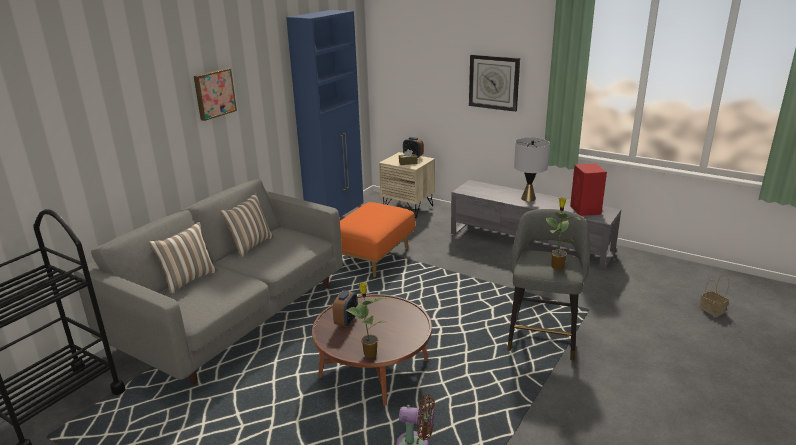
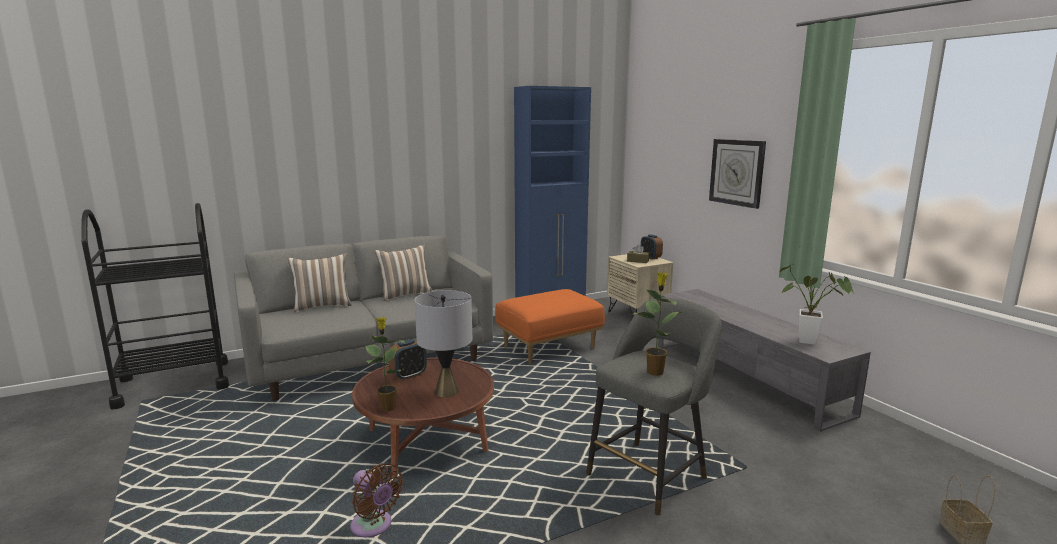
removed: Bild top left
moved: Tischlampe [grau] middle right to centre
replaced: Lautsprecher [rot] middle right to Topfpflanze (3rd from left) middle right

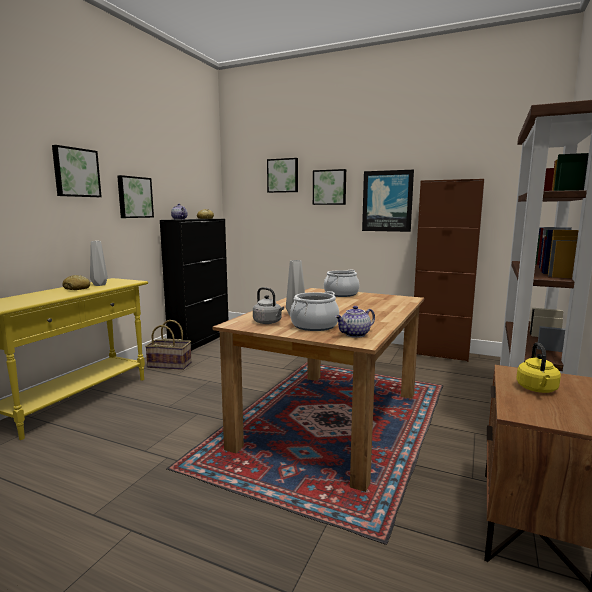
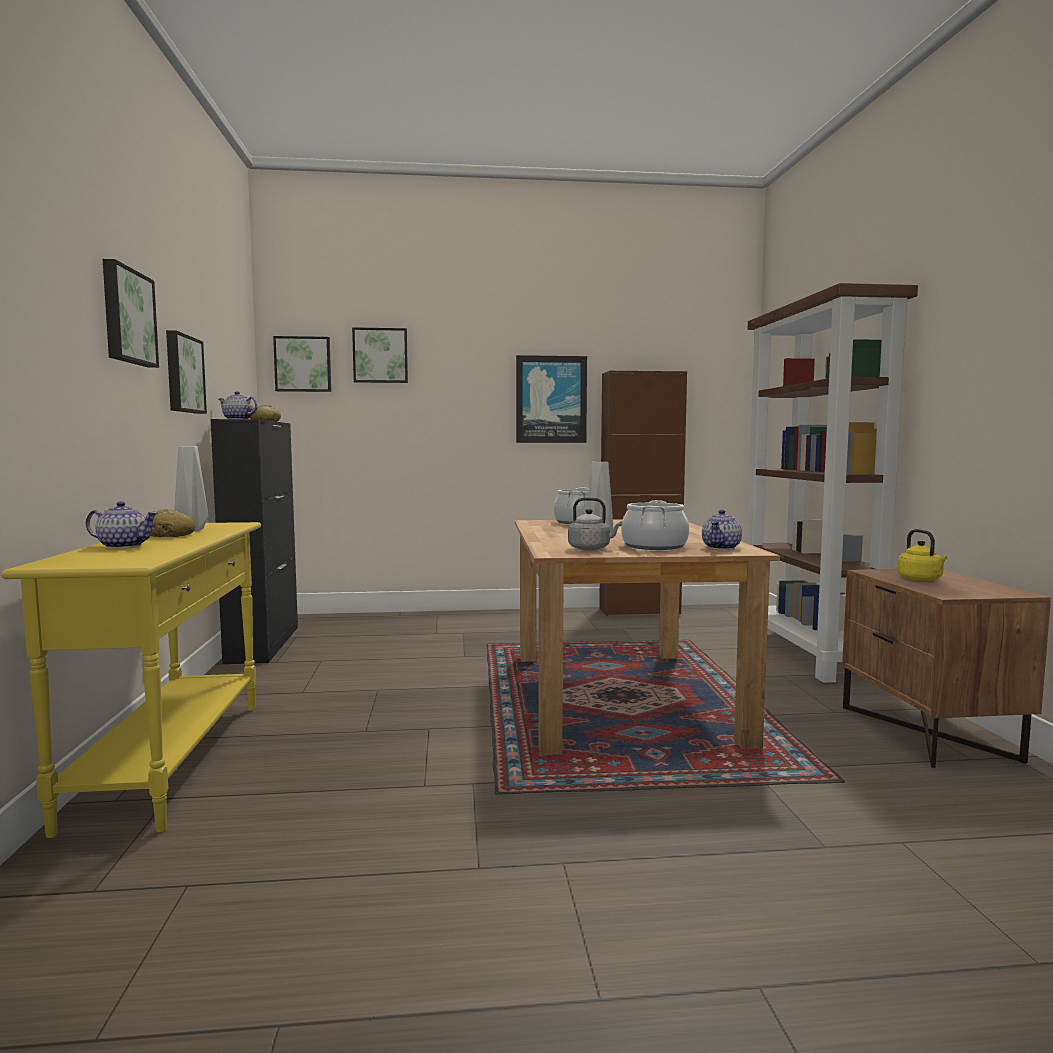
removed: Korb middle left
added: Teekanne (1st from left) middle left
moved: Bild (4th from left in the first image) top centre to Bild (3rd from left) middle left

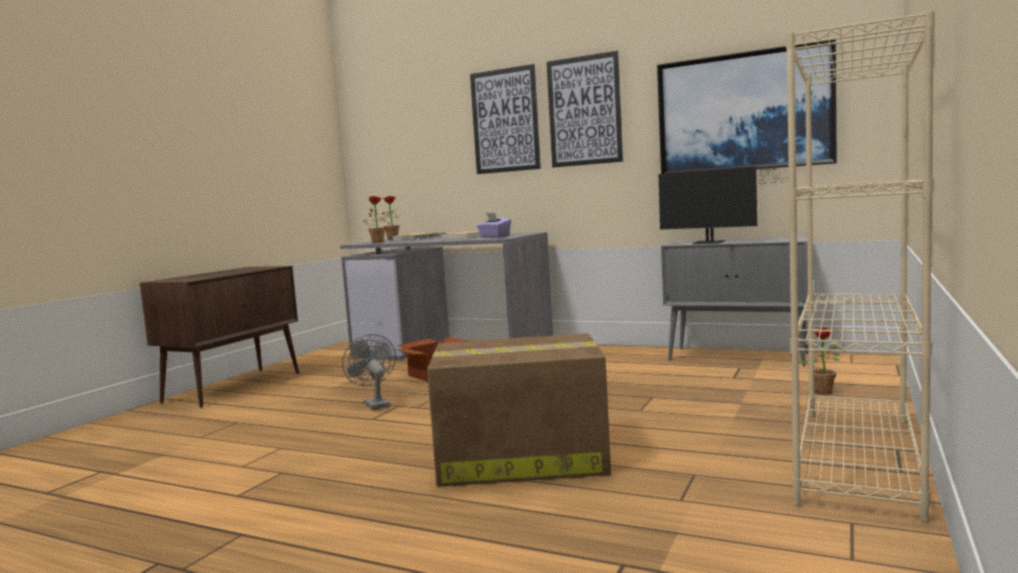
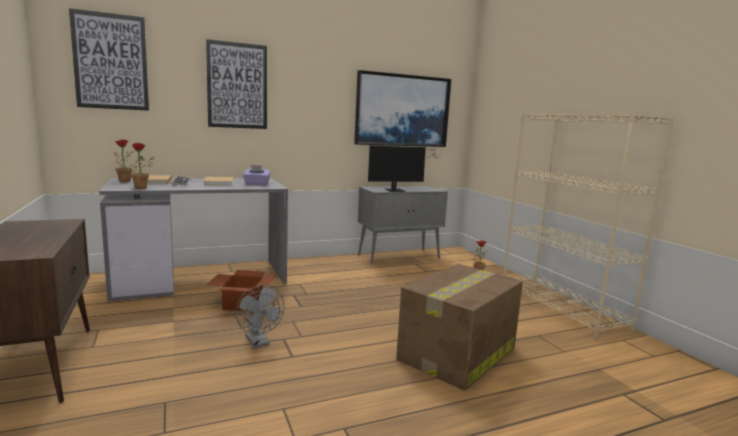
moved: Bild (2nd from left in the first image) top centre to Bild (1st from left) top left
turned: Ventilator [grau] centre = bottom centre 135 degrees counterclockwise

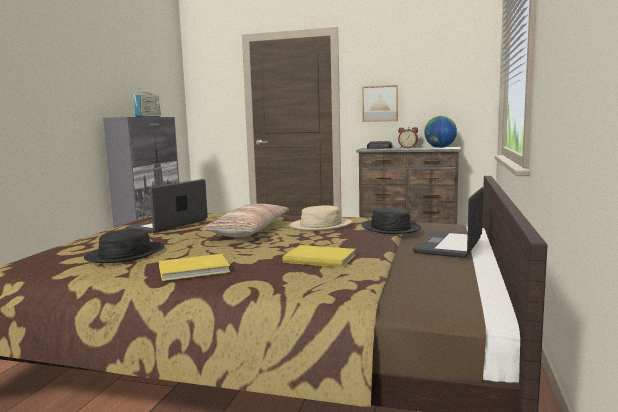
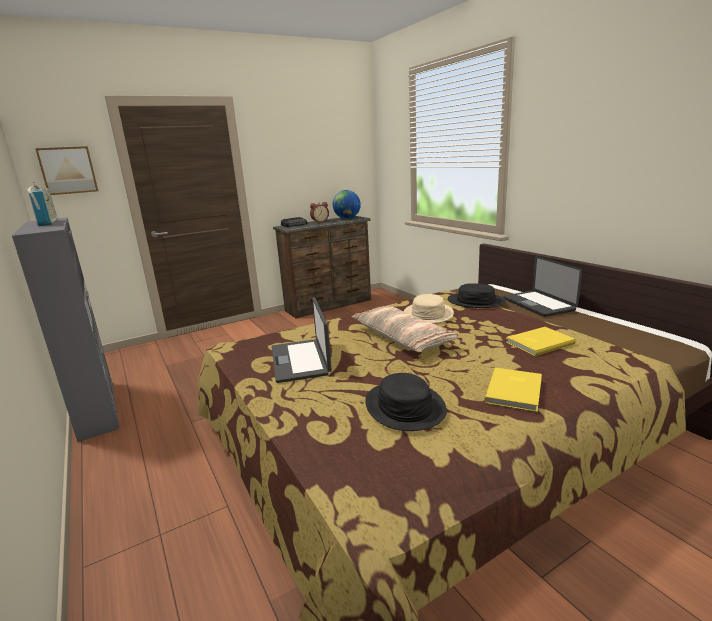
moved: Bild top centre to top left

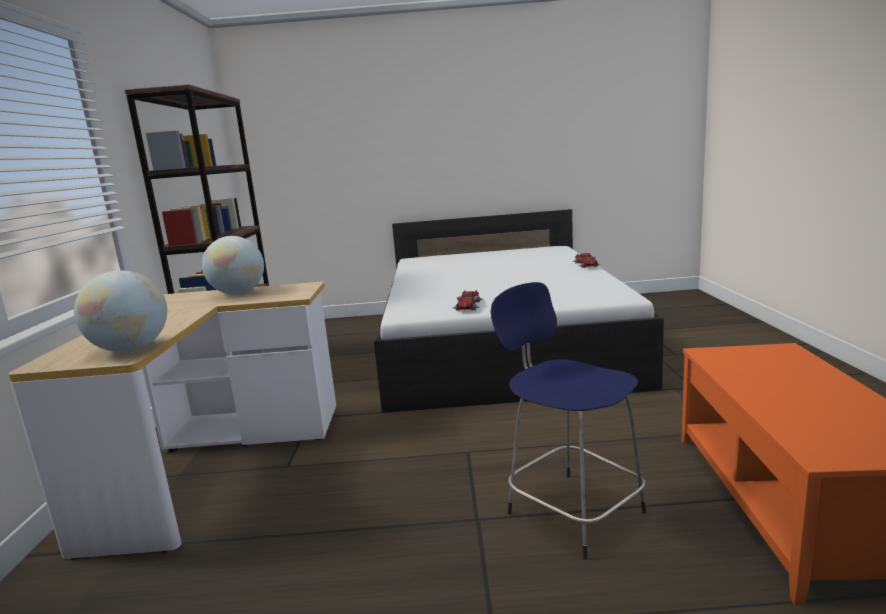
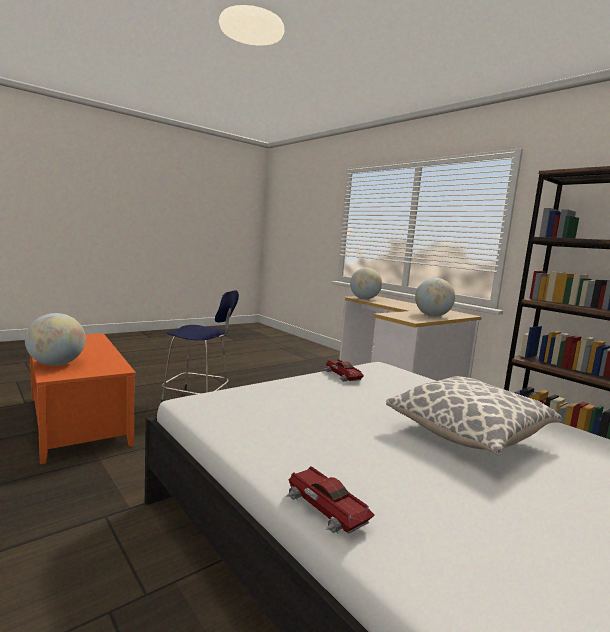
added: Globus (1st from left) middle left; Kissen middle right

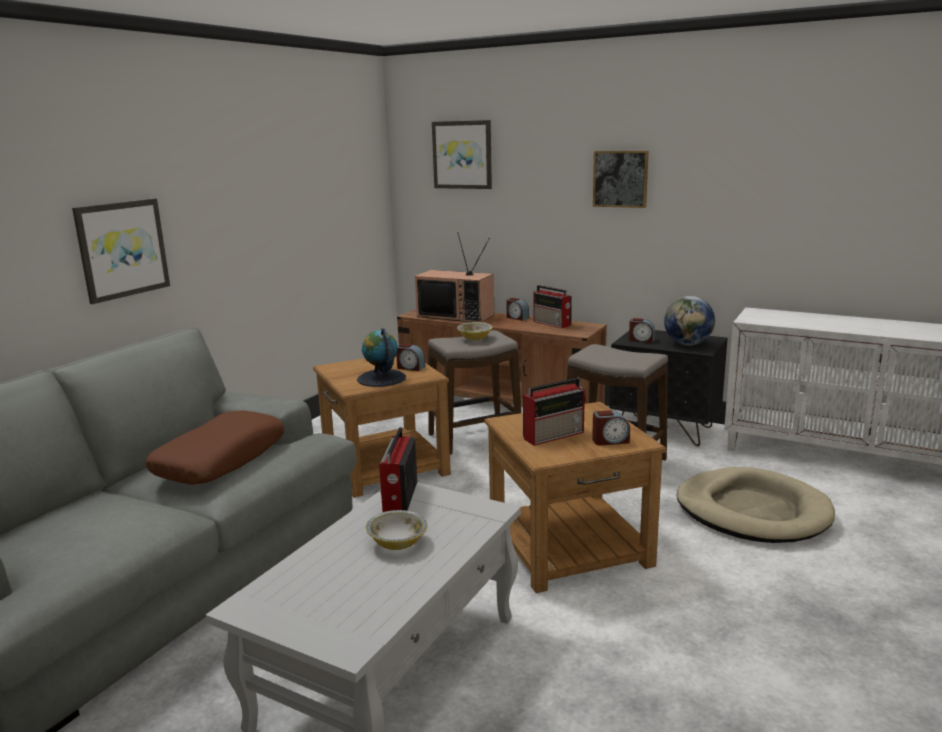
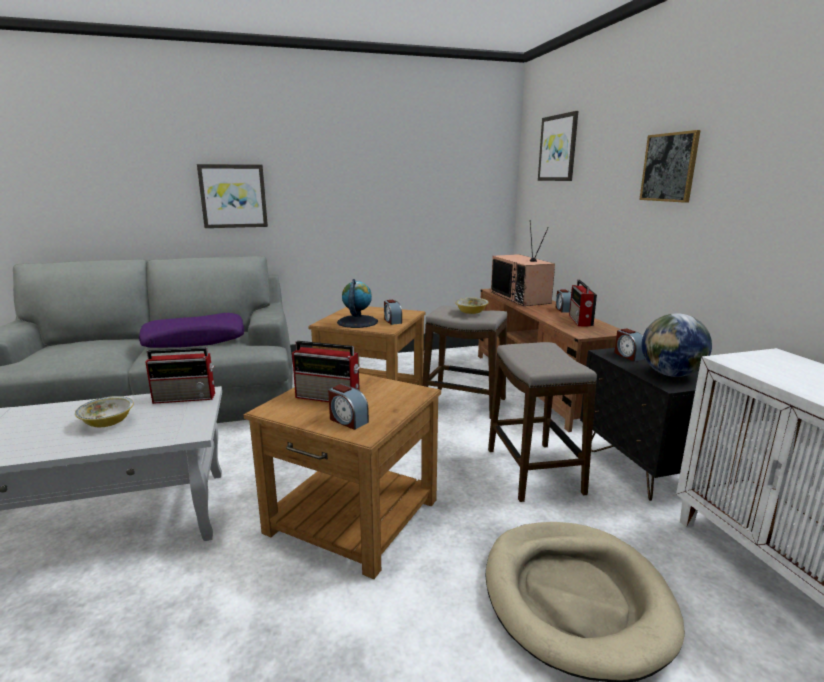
recoloured: Kissen [braun] middle left to Kissen [lila] middle left
turned: Radio (1st from left) centre = middle left 150 degrees counterclockwise

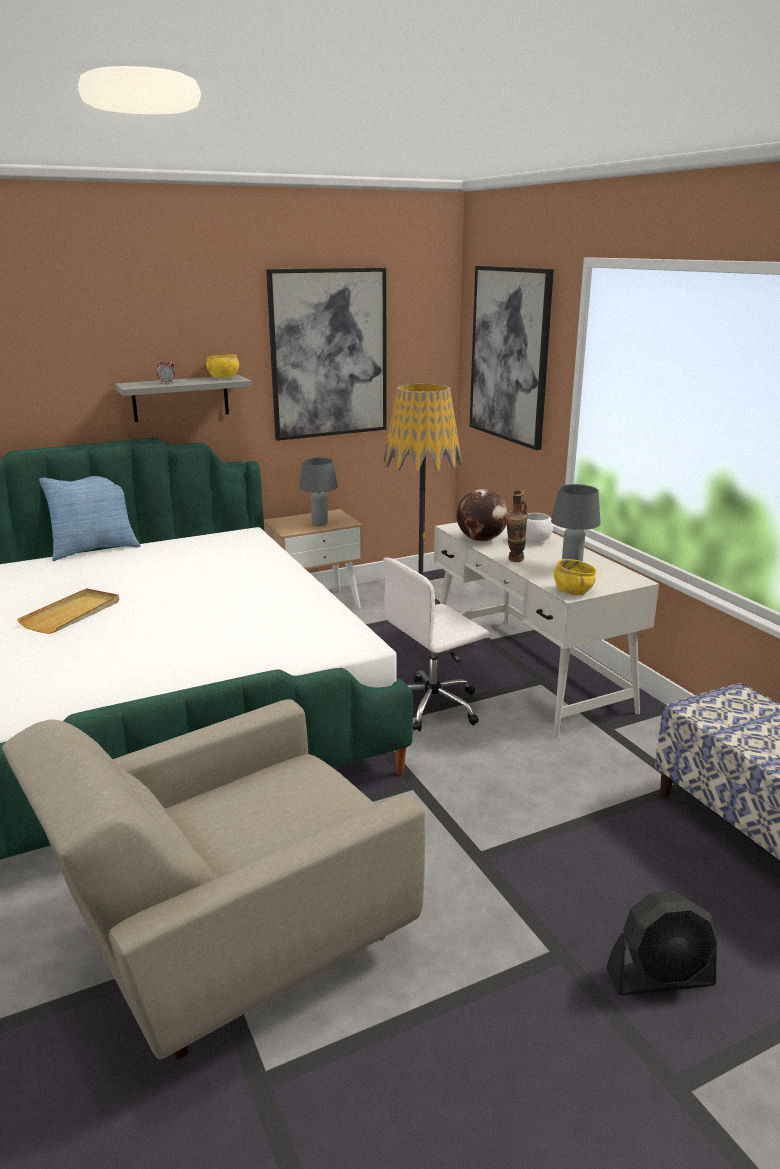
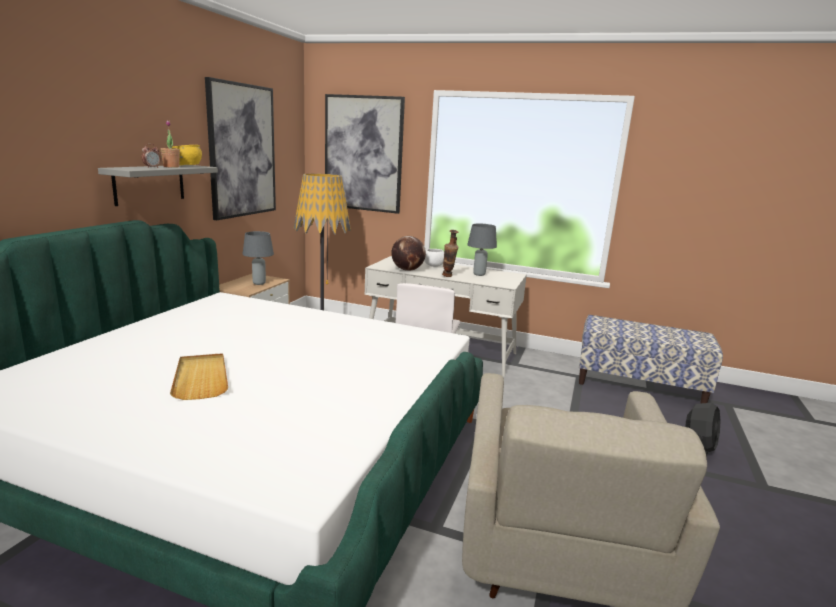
removed: Kissen middle left; Schüssel [gelb] (2nd from left) middle right
added: Topfpflanze top left

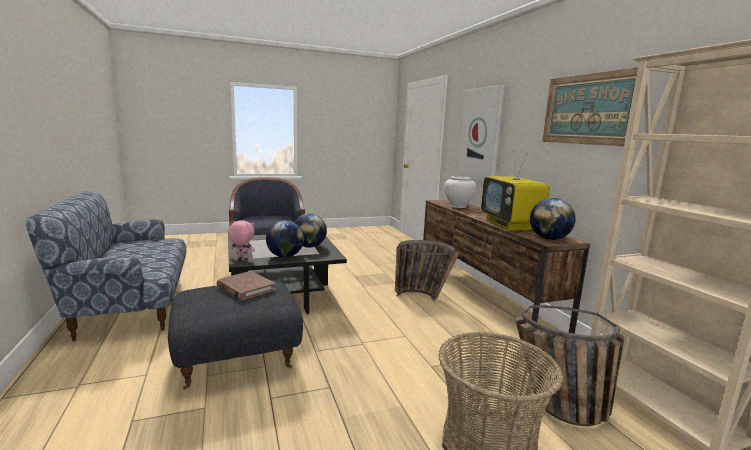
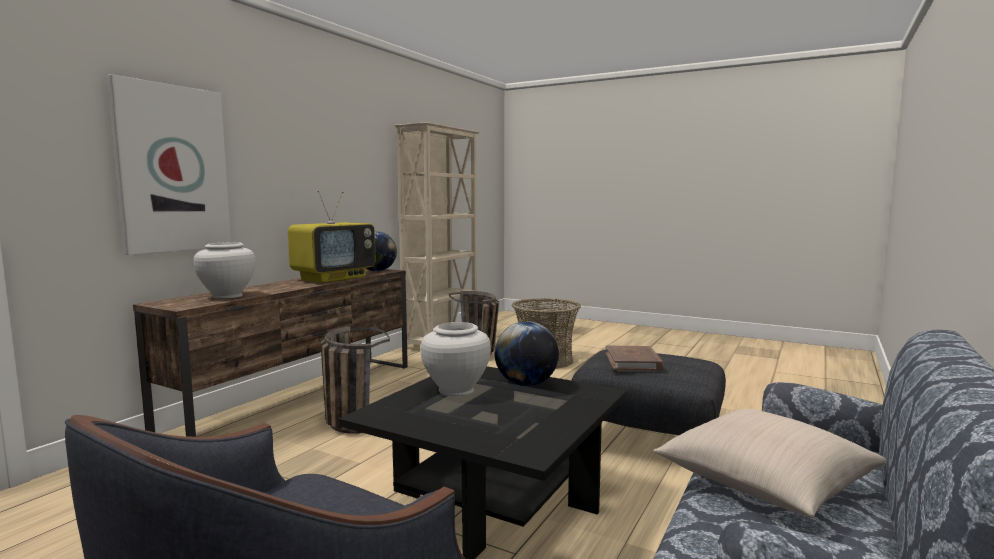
removed: Bild (2nd from left) top right; Plüschtier [rosa] middle left
added: Kissen [beige] bottom right
replaced: Globus (2nd from left) centre to Vase [weiß] (2nd from left) centre

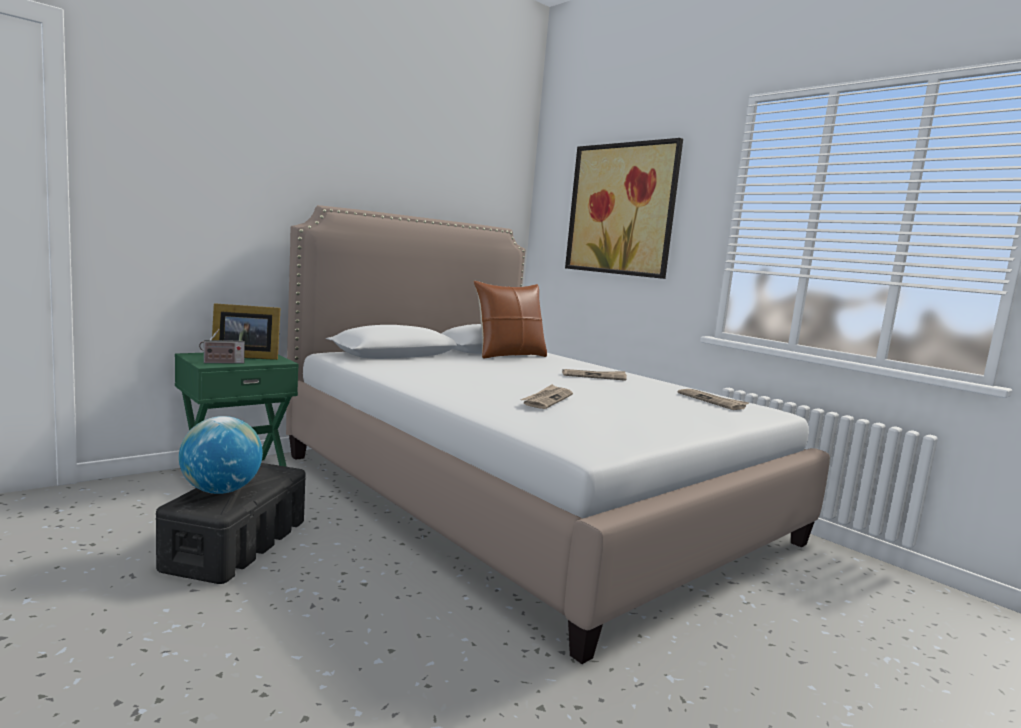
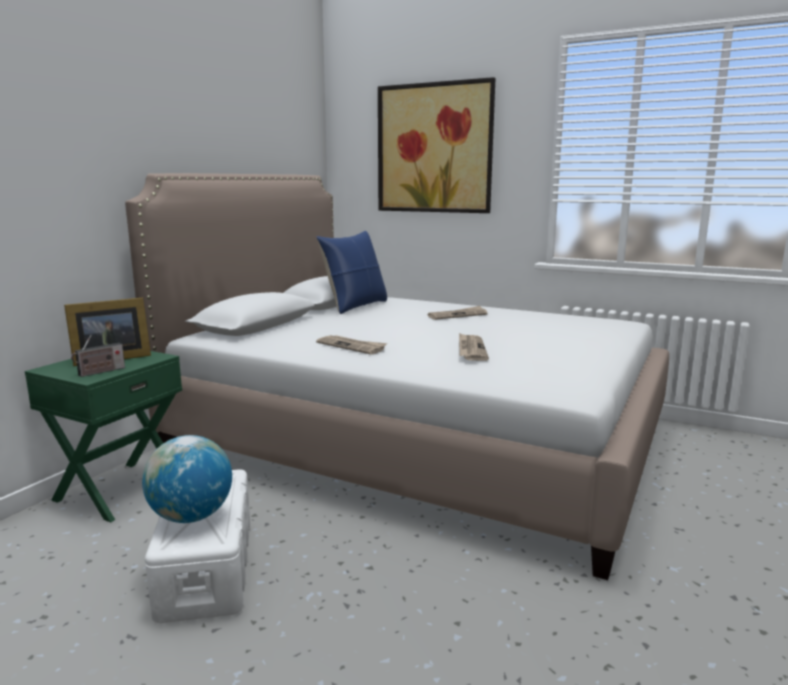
moved: Zeitung (3rd from left in the first image) middle right to Zeitung (1st from left) centre
recoloured: Kissen [braun] centre to Kissen [blau] centre; Aufbewahrungsbox [schwarz] bottom left to Aufbewahrungsbox [weiß] bottom left

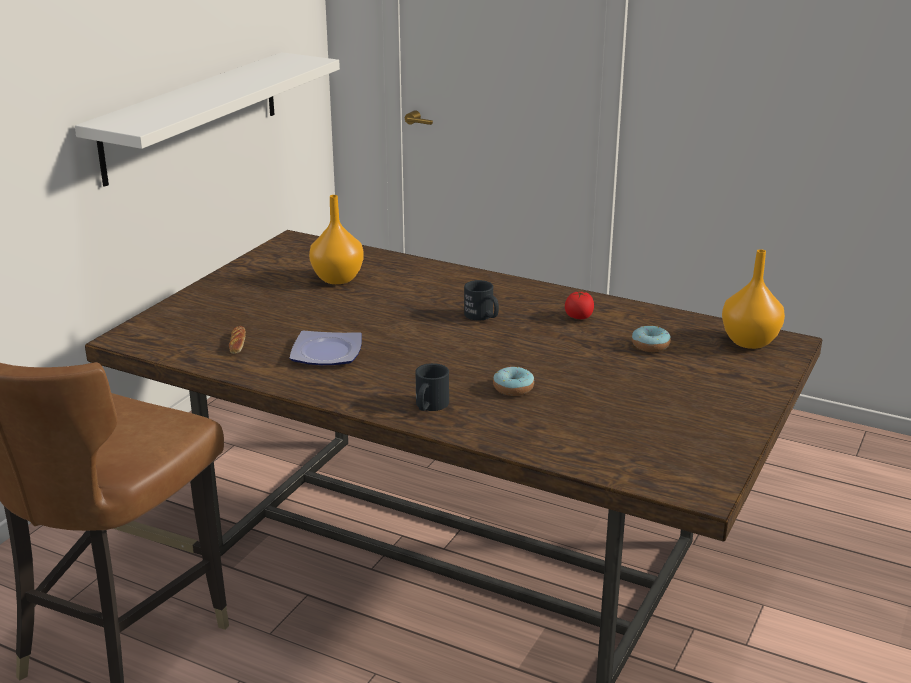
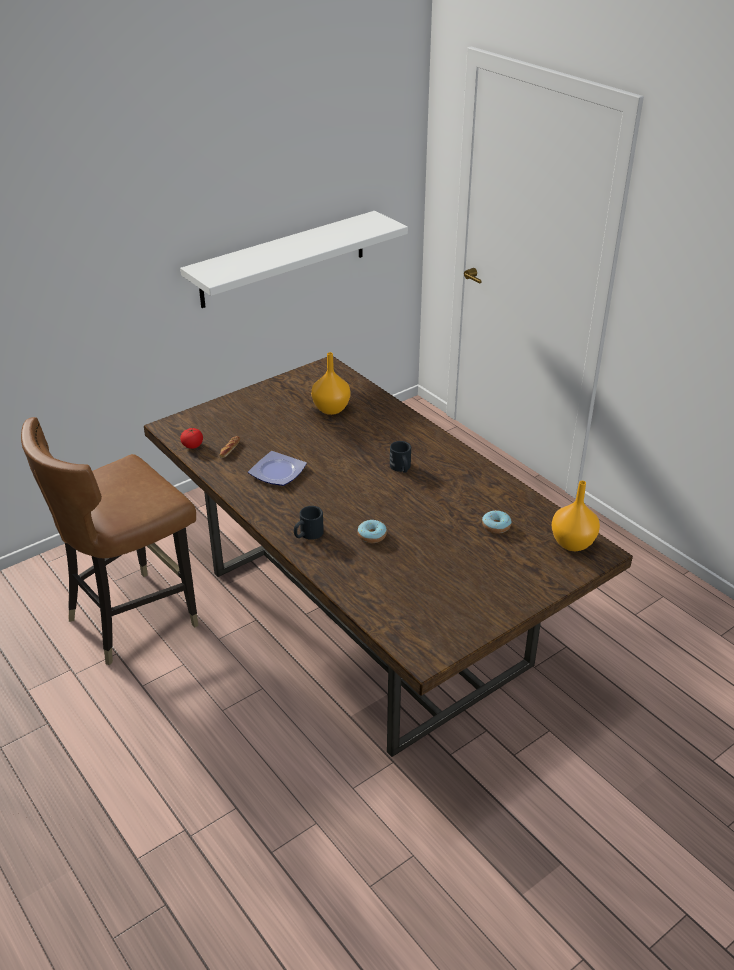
moved: Tomate centre to middle left

